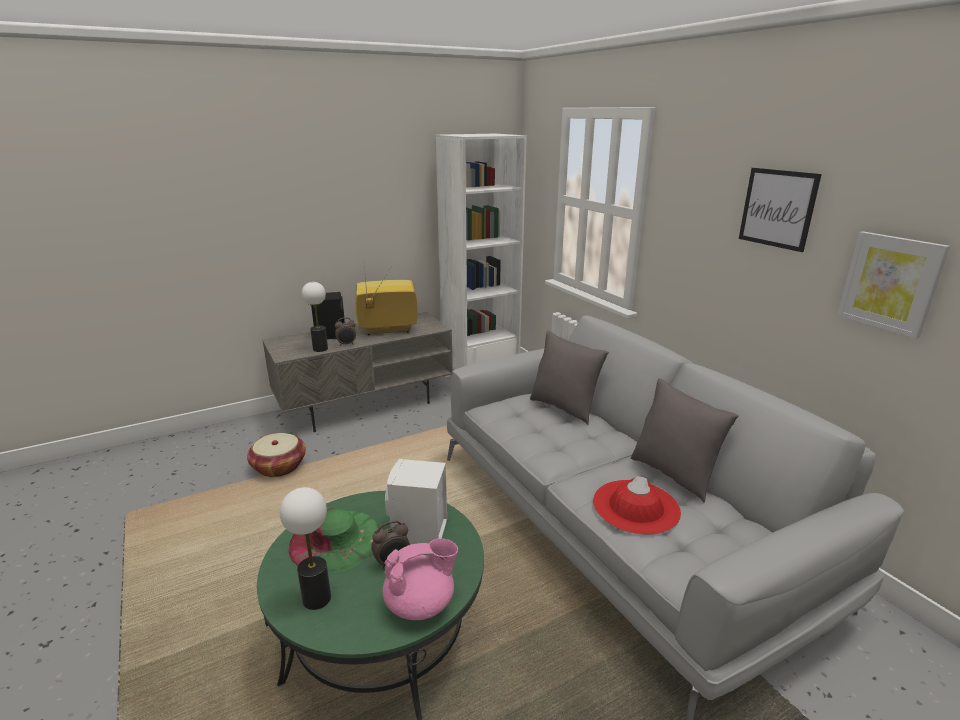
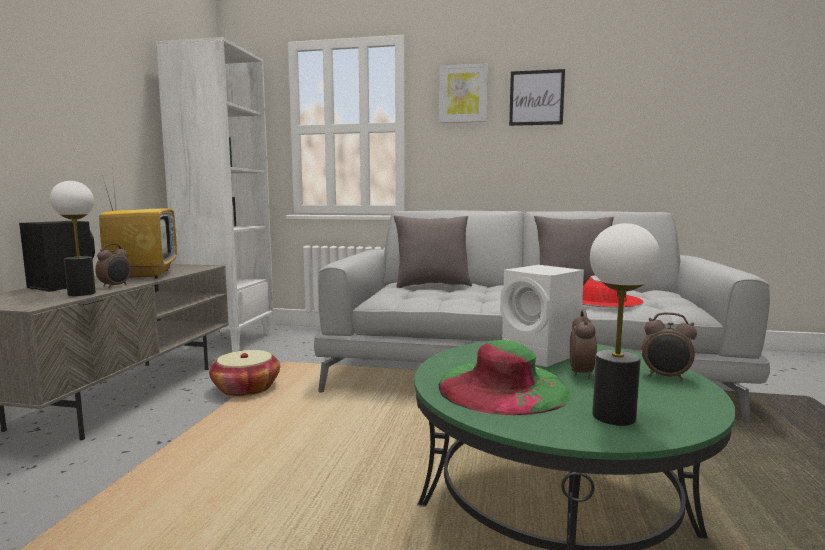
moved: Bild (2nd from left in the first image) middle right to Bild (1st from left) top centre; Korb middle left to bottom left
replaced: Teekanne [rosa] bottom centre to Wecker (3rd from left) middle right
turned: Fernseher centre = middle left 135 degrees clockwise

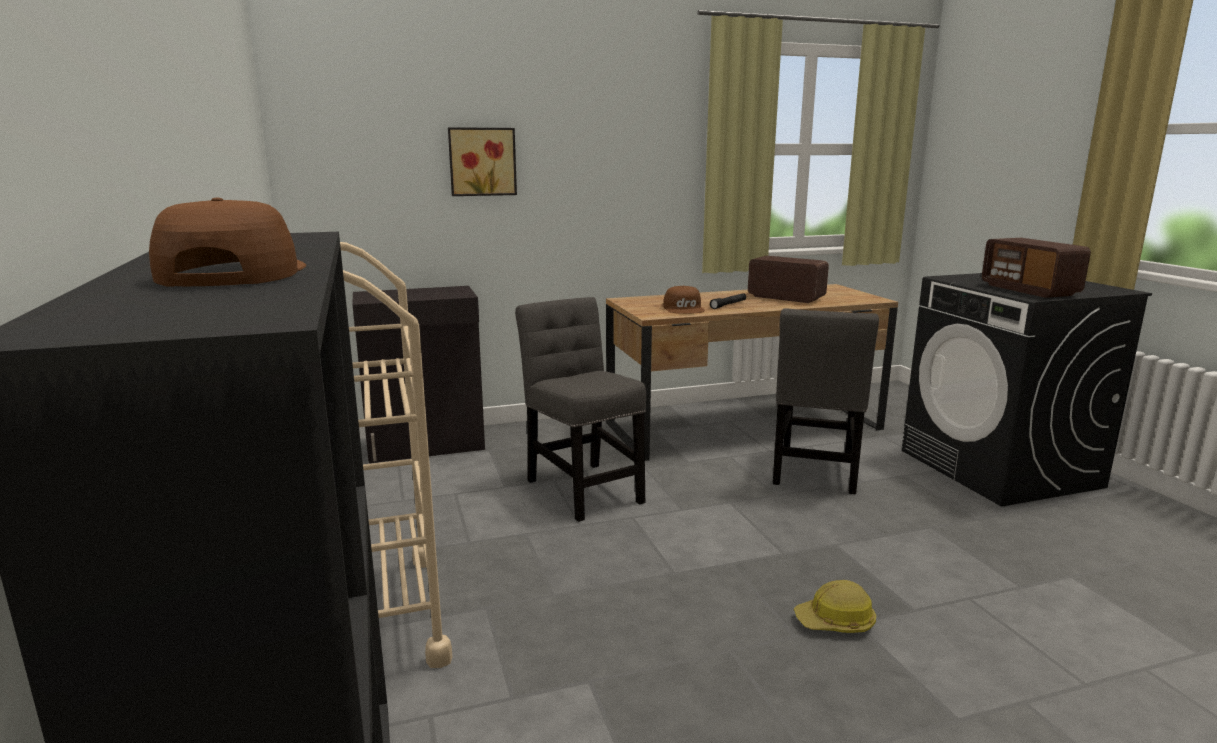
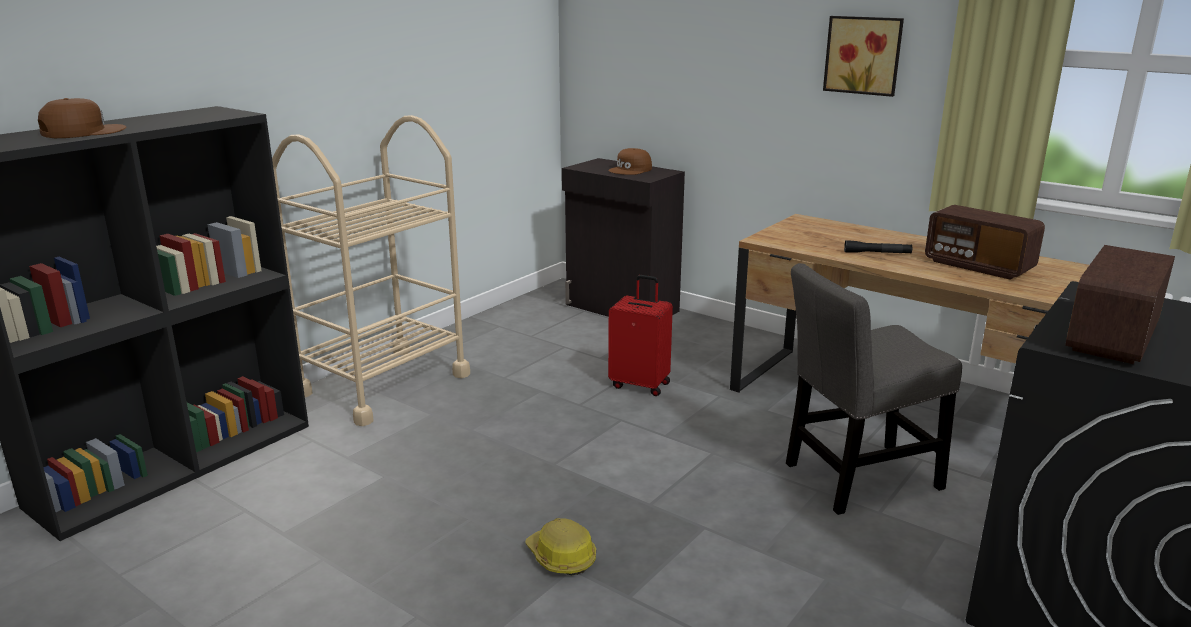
moved: Bild top centre to top right; Kappe [braun] (2nd from left) centre to top centre
replaced: Stuhl [grau] (1st from left) centre to Koffer [rot] centre
turned: Radio (1st from left) centre = middle right 135 degrees clockwise

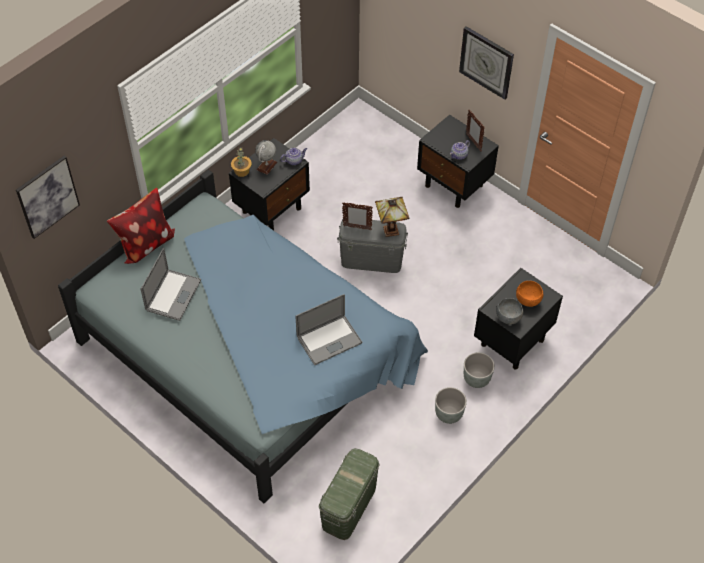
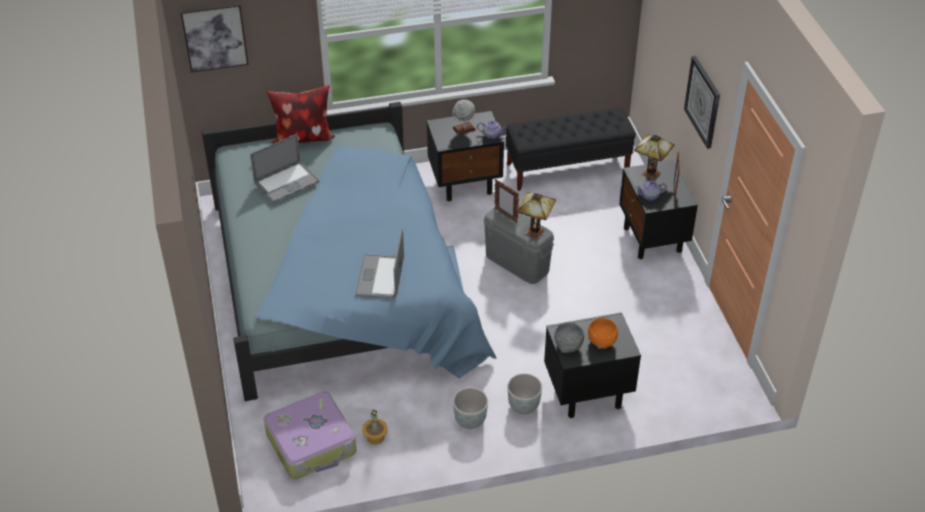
added: Bank [schwarz] top centre; Tischlampe (2nd from left) top right
moved: Topfpflanze top centre to bottom centre
replaced: Aufbewahrungsbox [grün] bottom centre to Koffer bottom centre
turned: Laptop (2nd from left) centre = centre 90 degrees clockwise

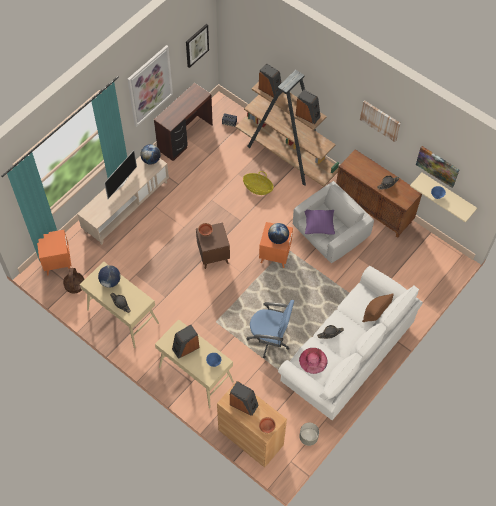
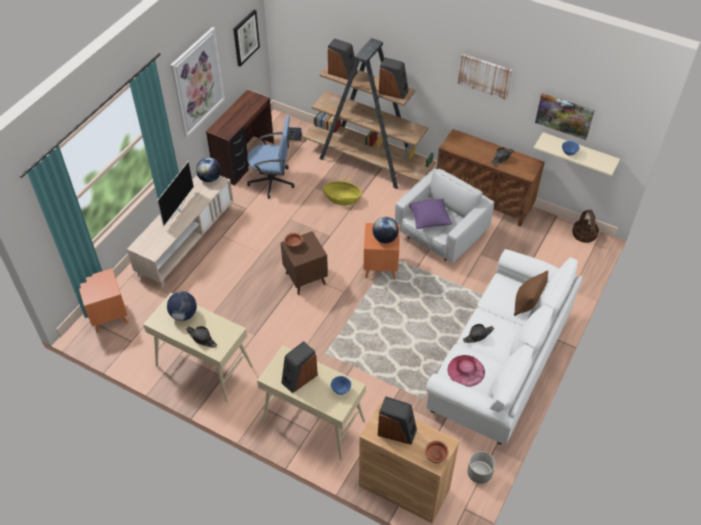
moved: Korb (1st from left in the first image) middle left to Korb (2nd from left) middle right; Bürostuhl [blau] centre to top centre

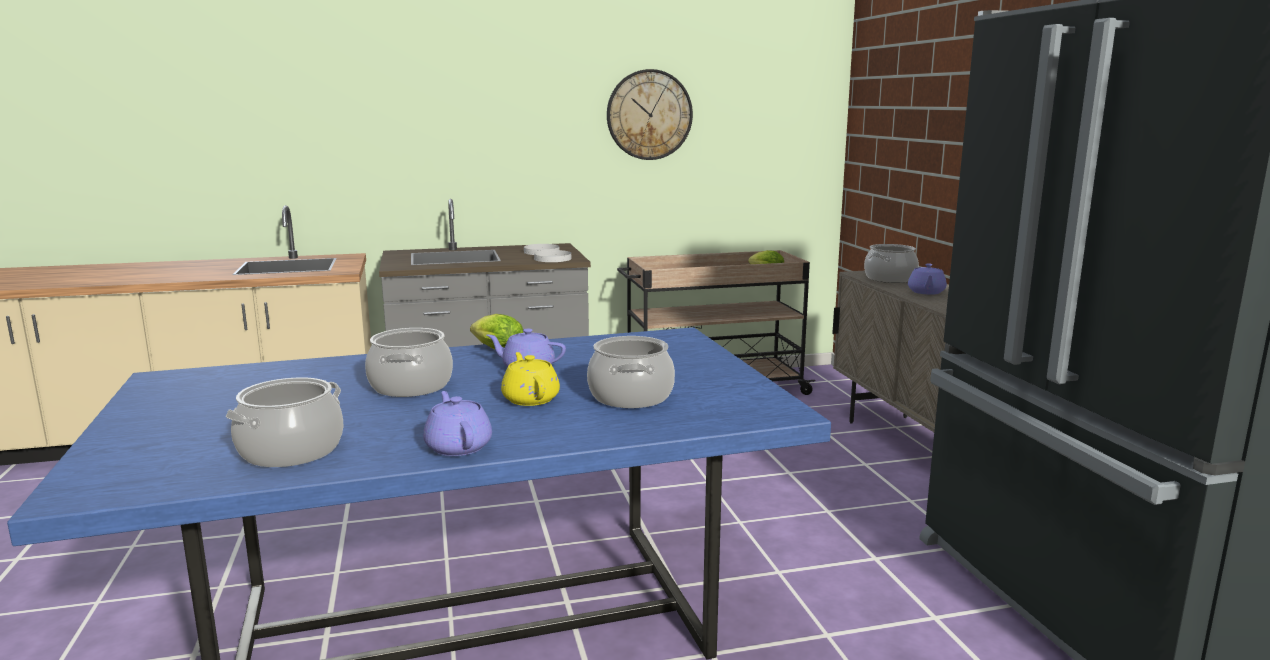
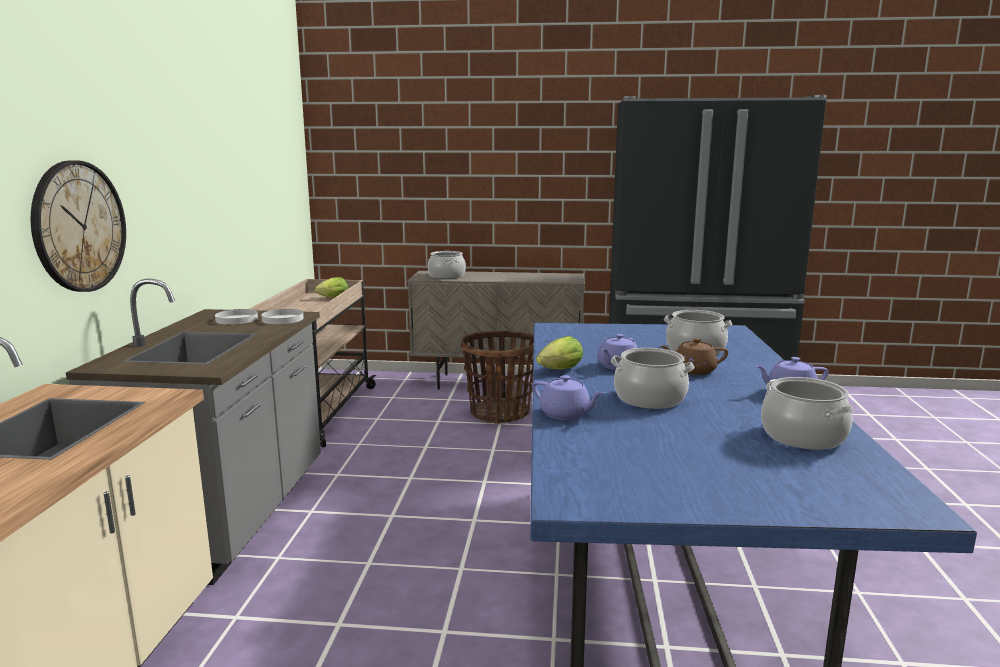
added: Korb centre
moved: Wanduhr top centre to middle left; Teekanne [lila] (3rd from left in the first image) middle right to Teekanne [lila] (1st from left) centre
recoloured: Teekanne [gelb] centre to Teekanne [braun] middle right

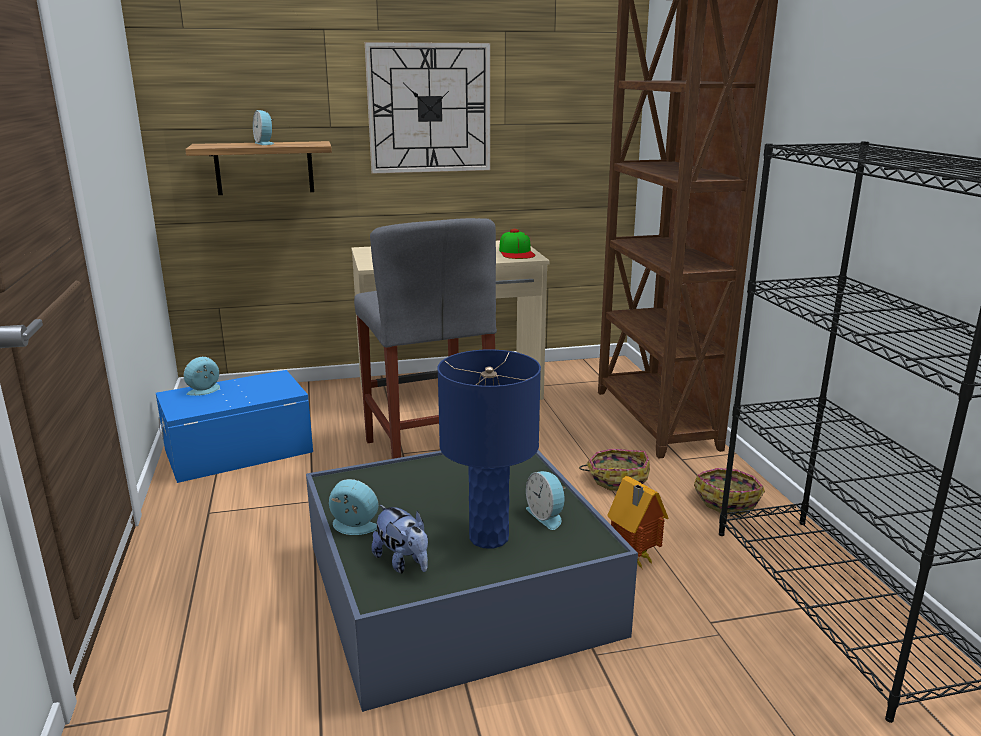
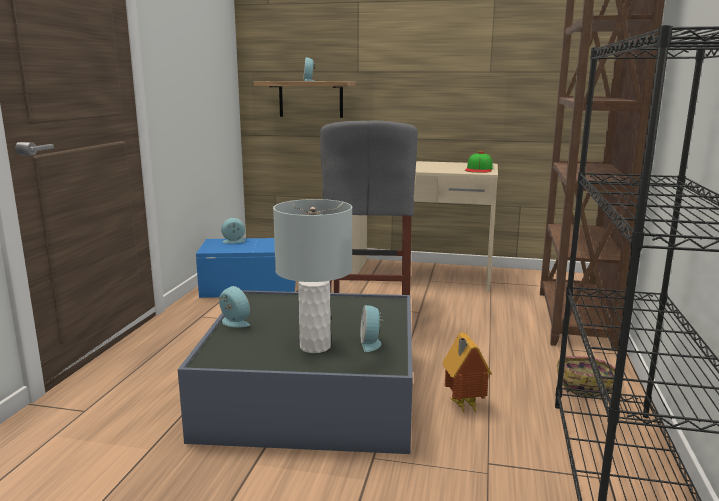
removed: Wanduhr top centre; Korb (1st from left) centre; Plüschtier bottom centre
recoloured: Tischlampe [blau] centre to Tischlampe [grau] centre

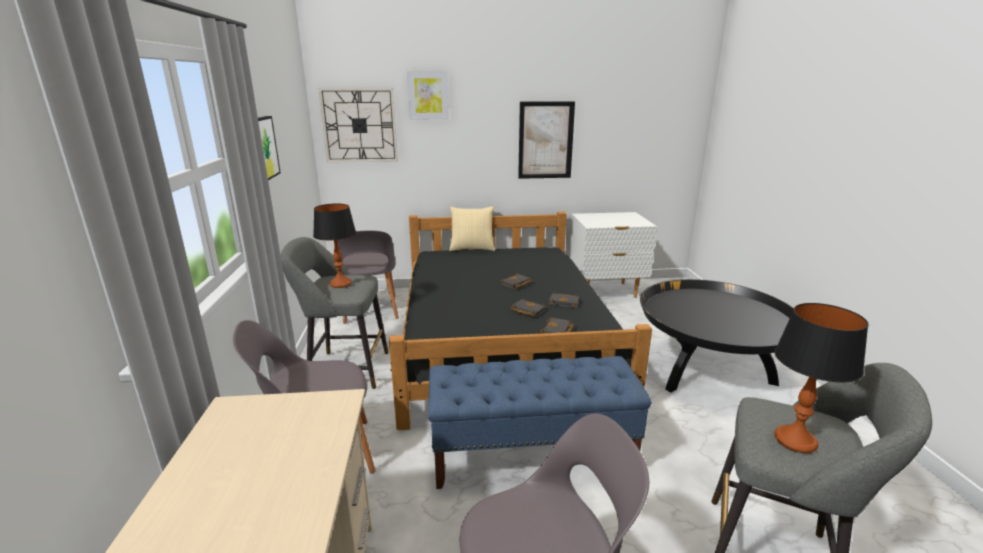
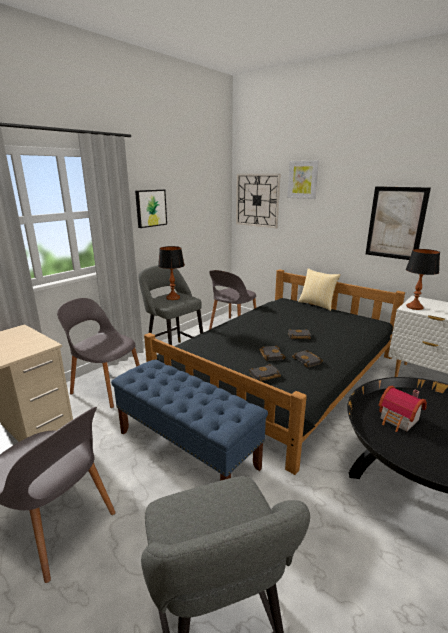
added: Spielzeughaus middle right
moved: Tischlampe (2nd from left) bottom right to middle right

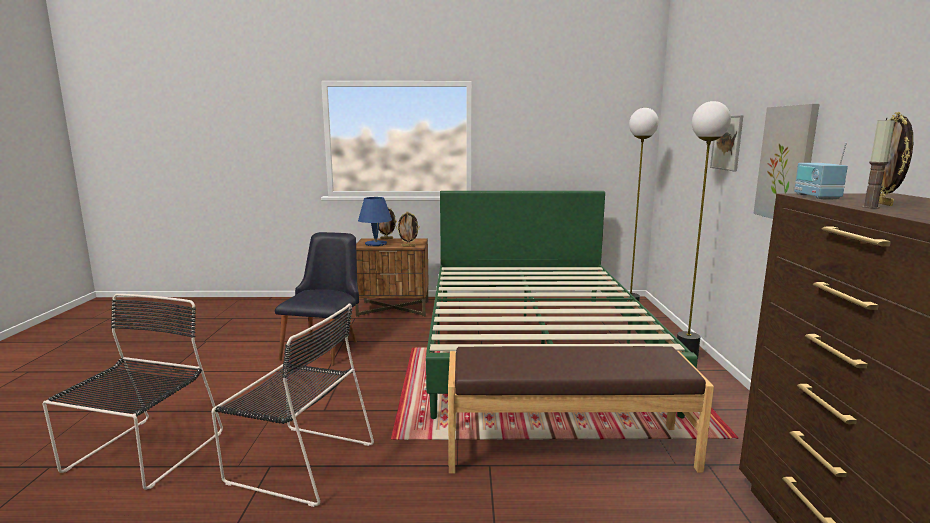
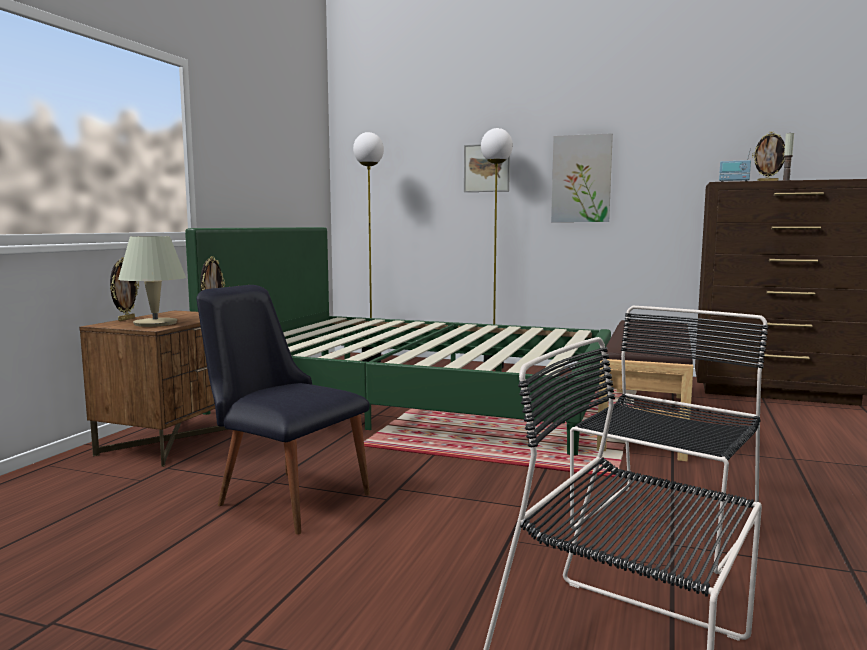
recoloured: Tischlampe [blau] centre to Tischlampe [beige] middle left

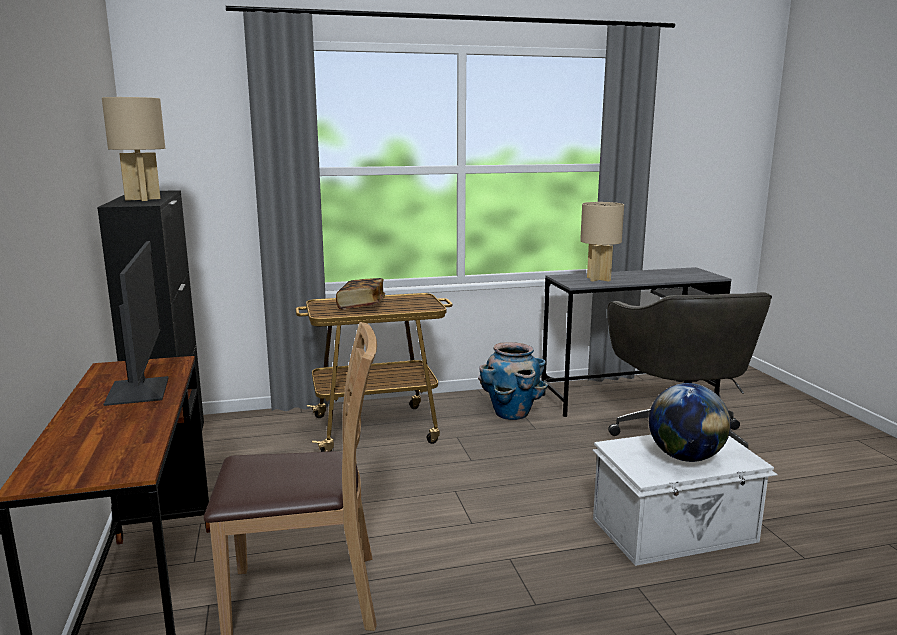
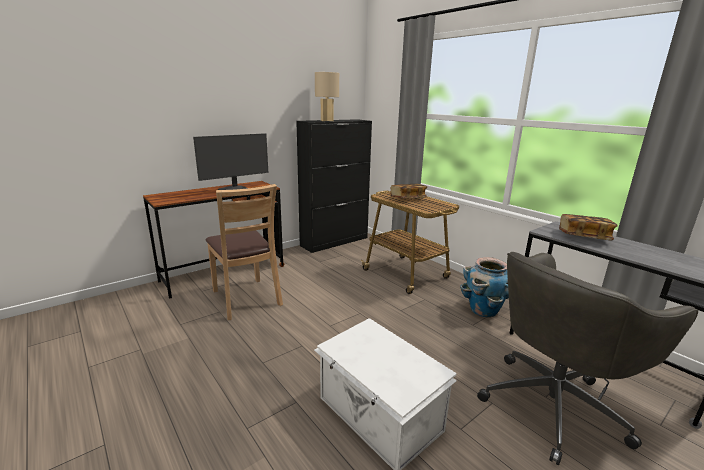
removed: Globus middle right
replaced: Tischlampe [beige] (2nd from left) middle right to Buch (2nd from left) middle right

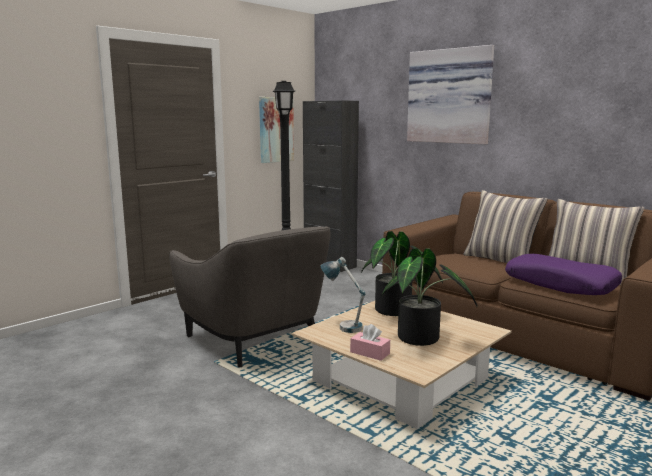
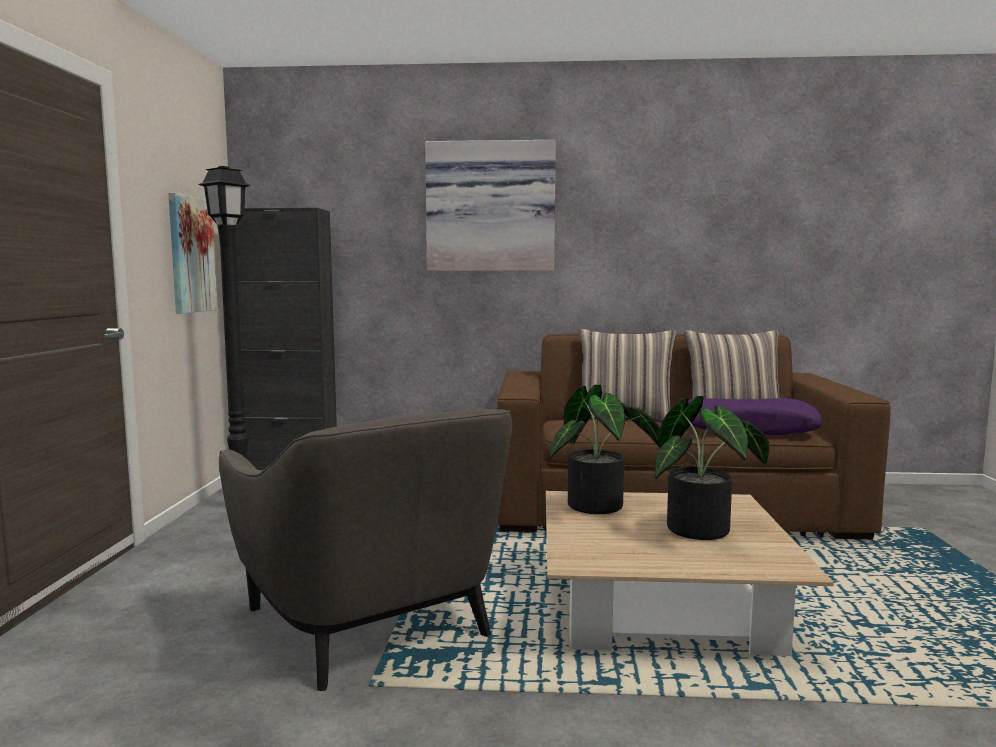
removed: Tischlampe centre; Taschentuchbox [rosa] bottom centre
turned: Sessel [grau] centre = bottom centre 45 degrees clockwise

